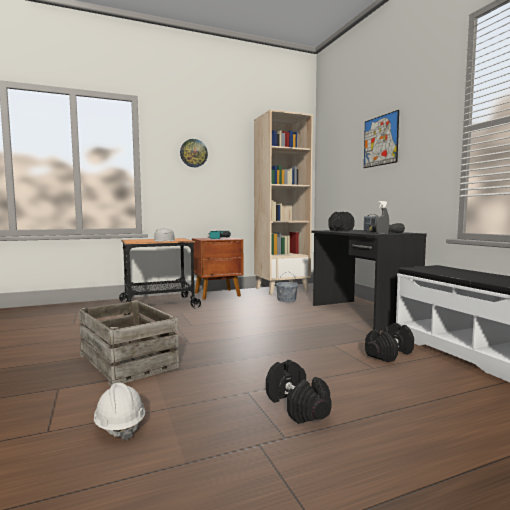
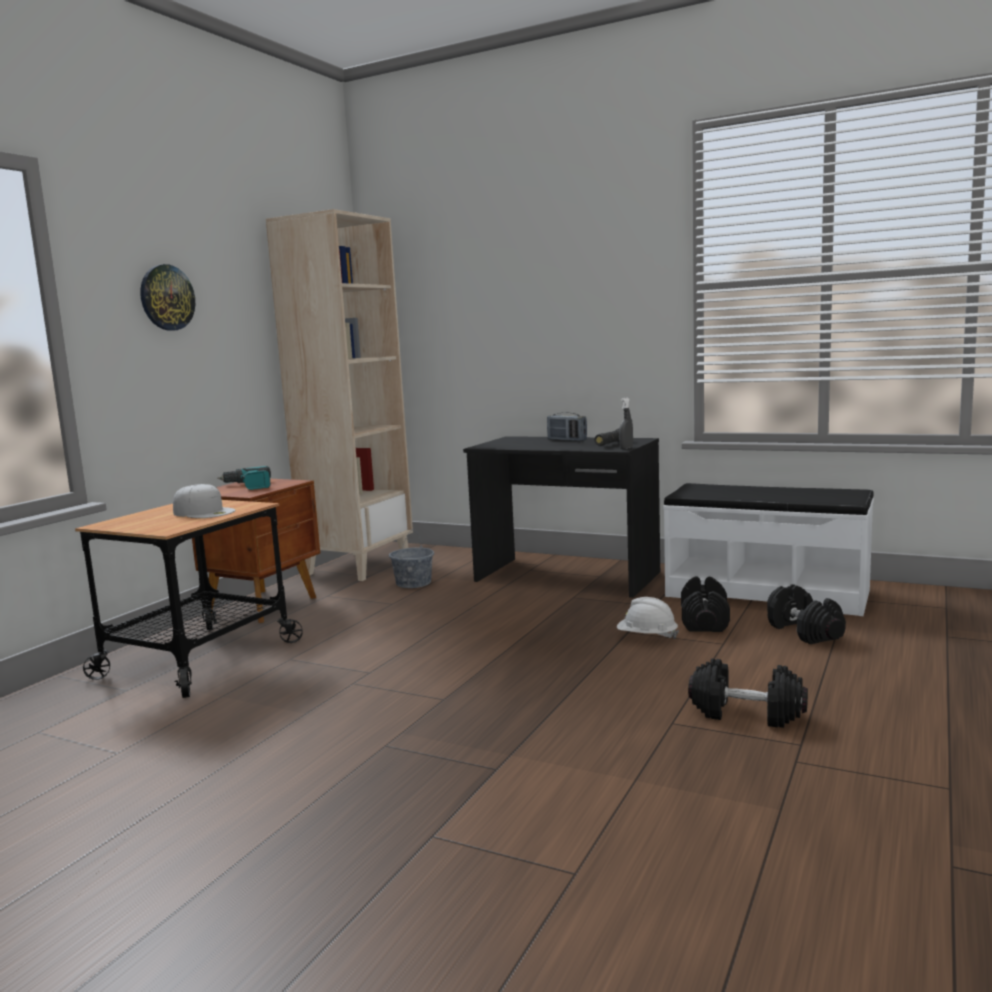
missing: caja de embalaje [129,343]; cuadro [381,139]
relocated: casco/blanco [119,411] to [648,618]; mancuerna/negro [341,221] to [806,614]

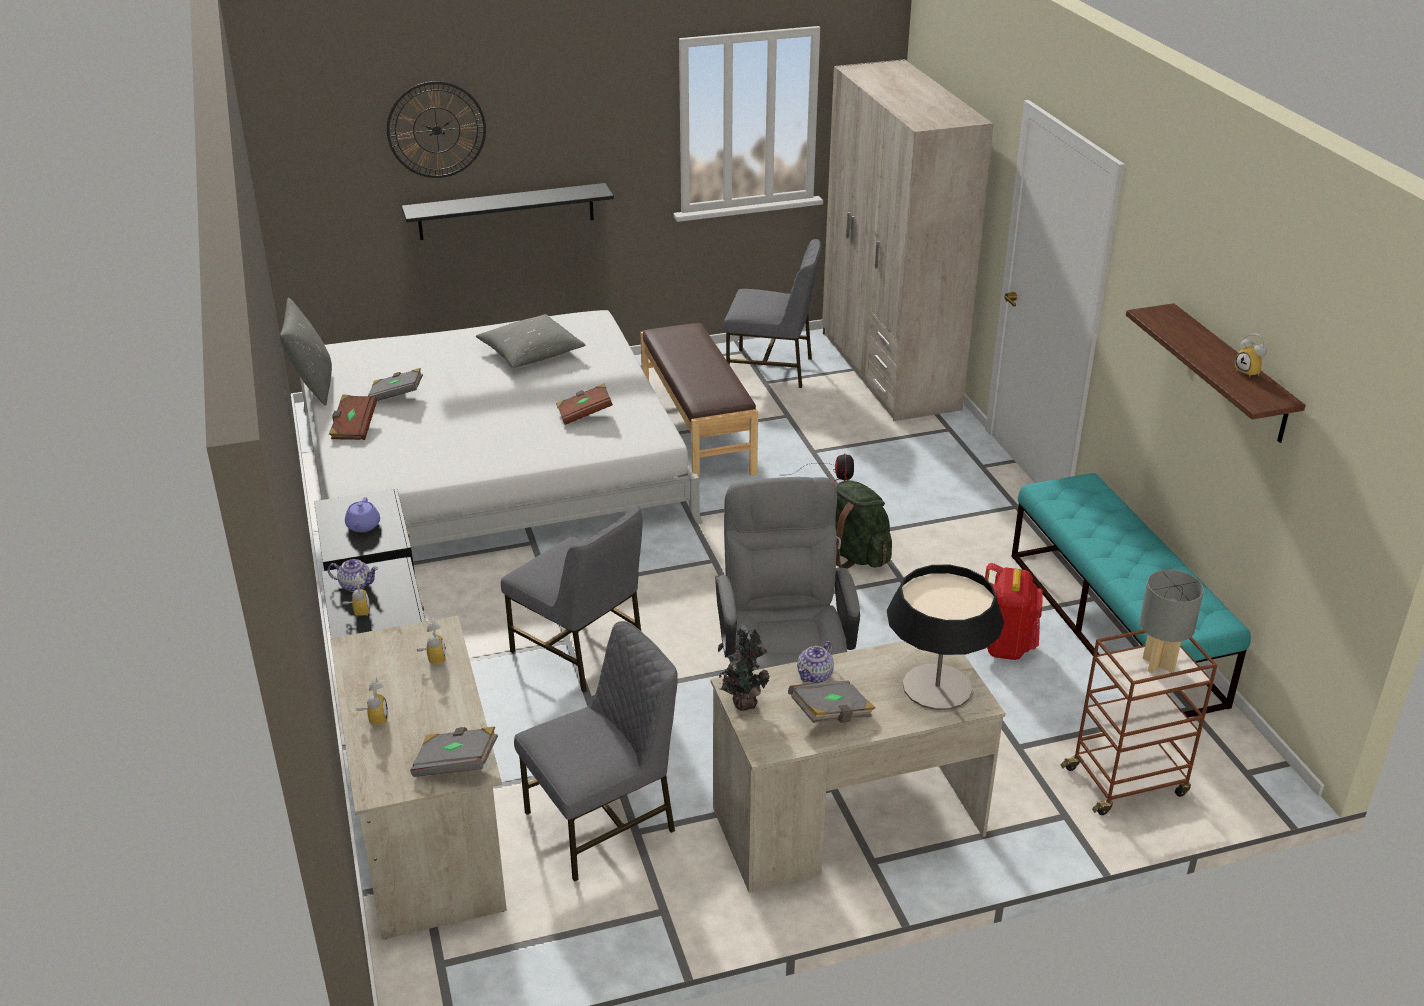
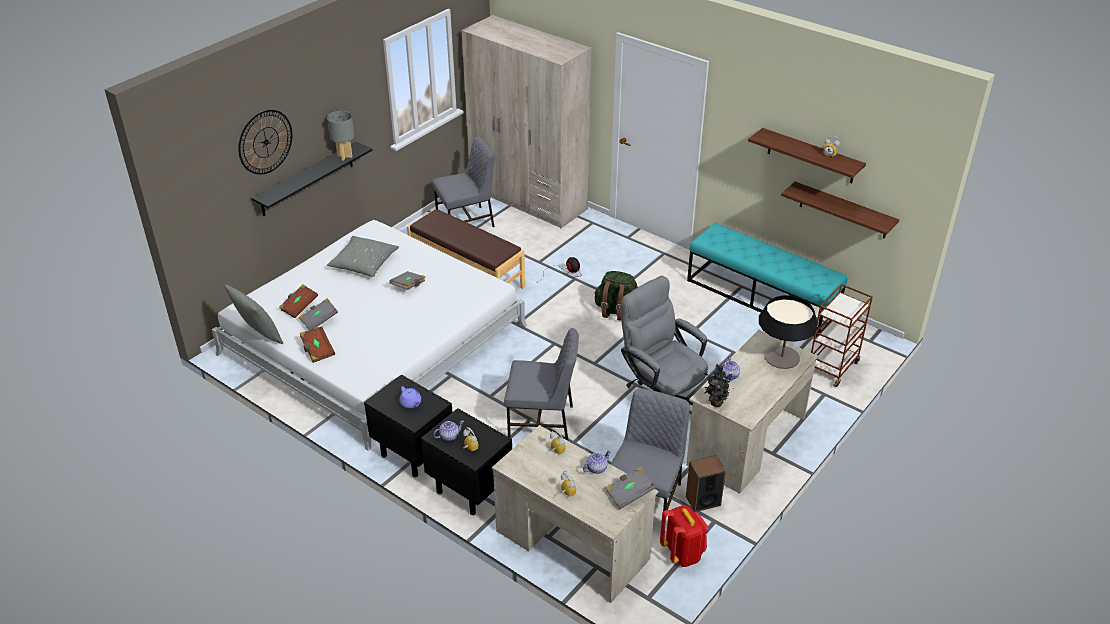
appeared: tetera [597,462]; altavoz [706,483]; estante [840,210]
relocated: libro/marrón [584,404] to [298,301]; libro/gris [832,702] to [407,280]; mochila/rojo [1014,611] to [684,536]; lámpara de mesa/gris [1171,621] to [340,135]

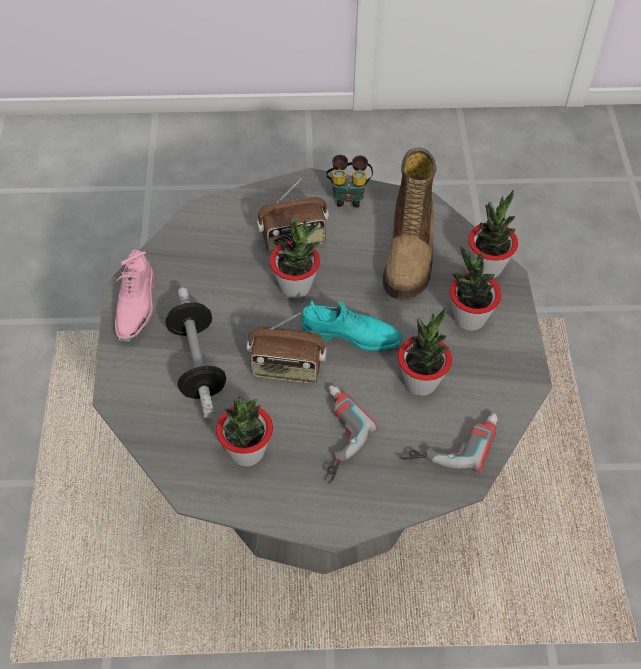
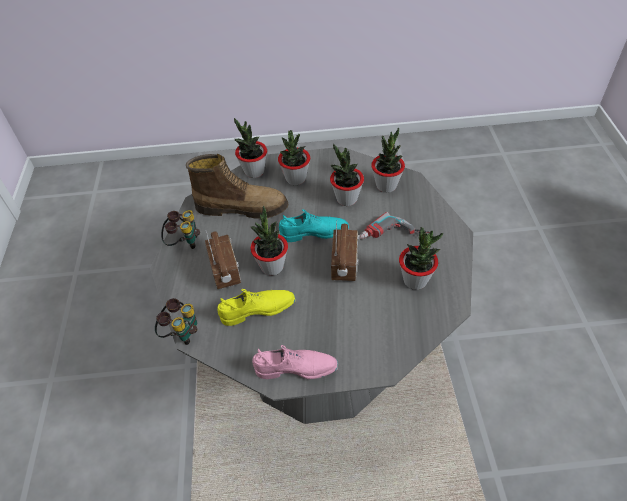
missing: mancuerna [196,352]
appeared: prismáticos [176,321]; zapato/amarillo [256,307]
exchanged: taladro [448,442] to planta en maceta [388,160]
spun: zapato/turquesa [352,325] = [314,225] 75 degrees clockwise

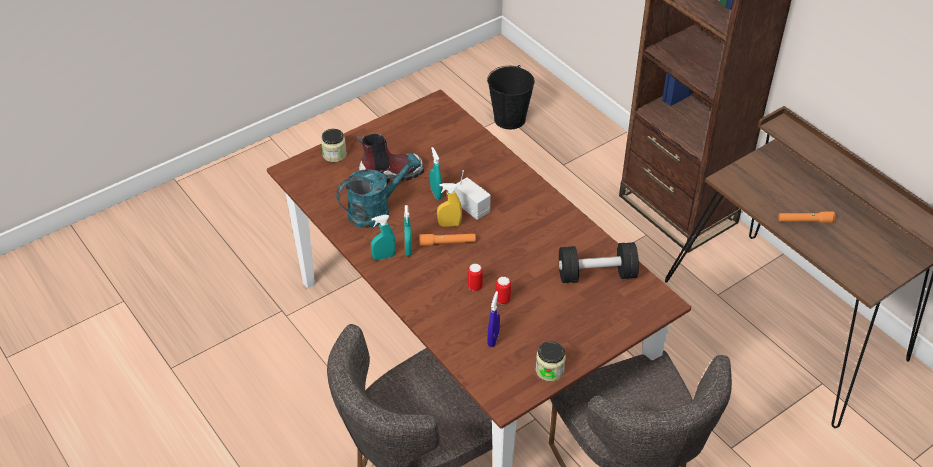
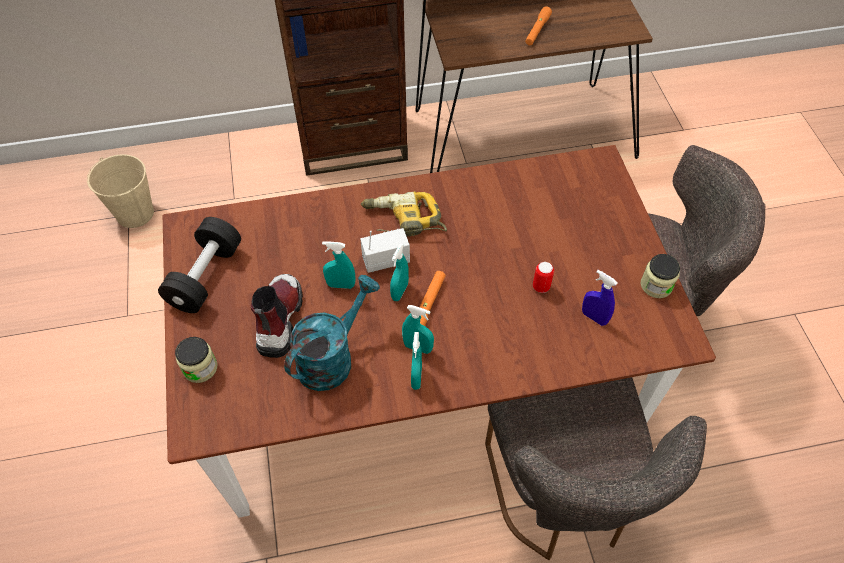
missing: lata [475,277]
appeared: taladro [404,214]
relocated: mancuerna/negro [599,262] to [199,265]
colour: pulverizador/amarillo [449,205] to pulverizador/turquesa [399,272]; cubo/negro [511,97] to cubo/beis [120,191]
spun: regadera/turquesa [378,190] = [332,333] 45 degrees clockwise

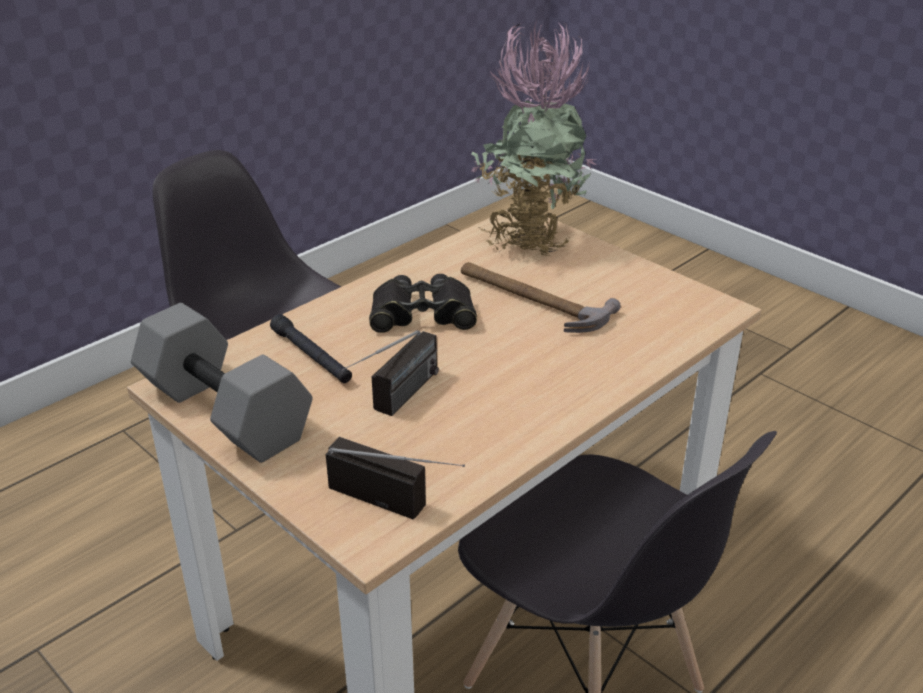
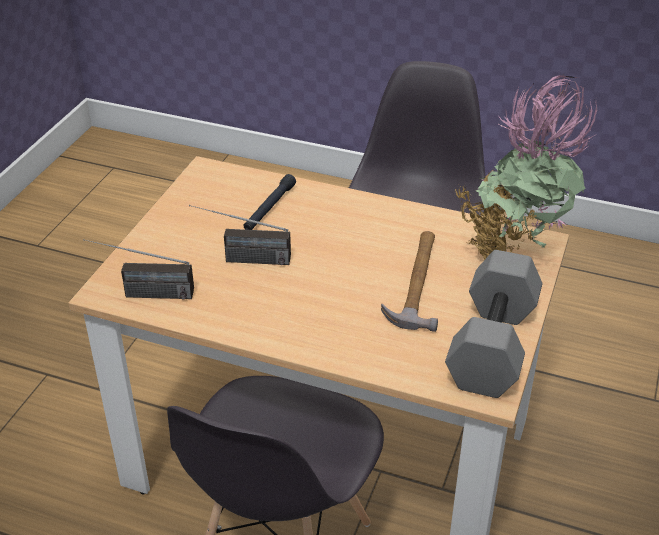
missing: prismáticos/negro [423,303]
relocated: mancuerna/gris [222,383] to [493,324]
spun: radio [395,478] = [138,269] 90 degrees clockwise

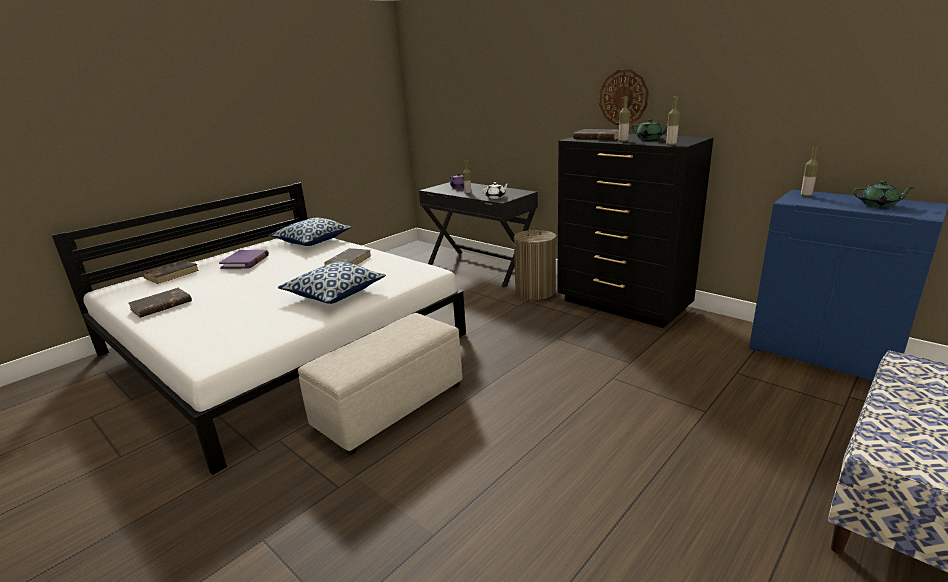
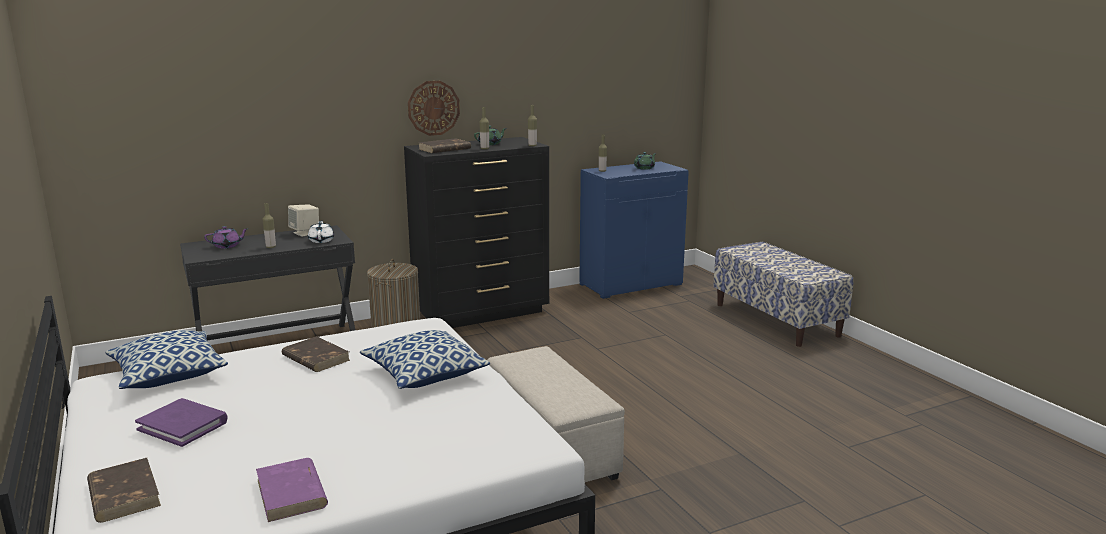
appeared: altavoz/beis [303,220]
colour: libro/marrón [160,303] to libro/morado [292,490]

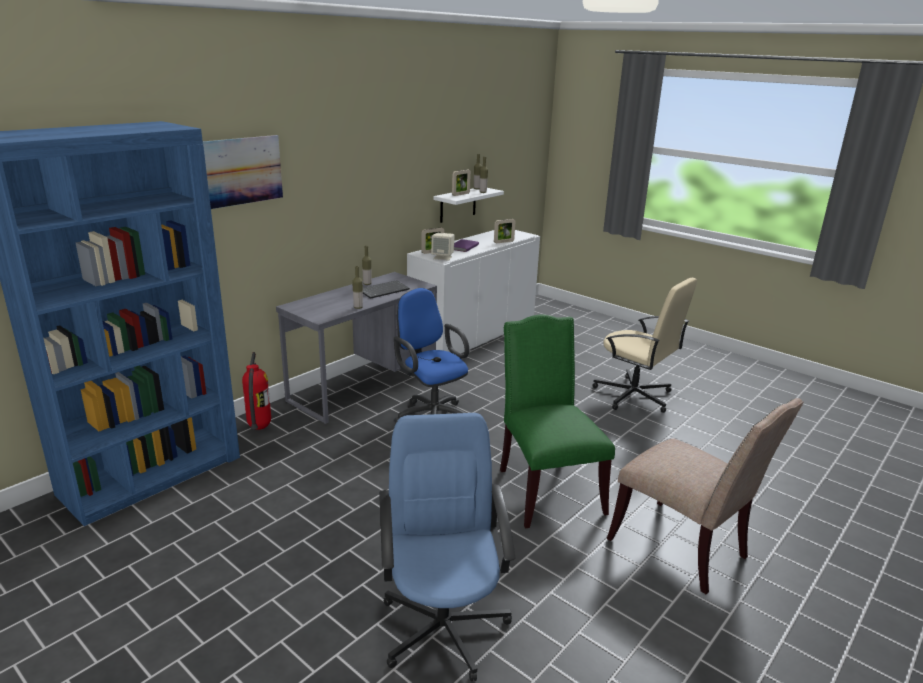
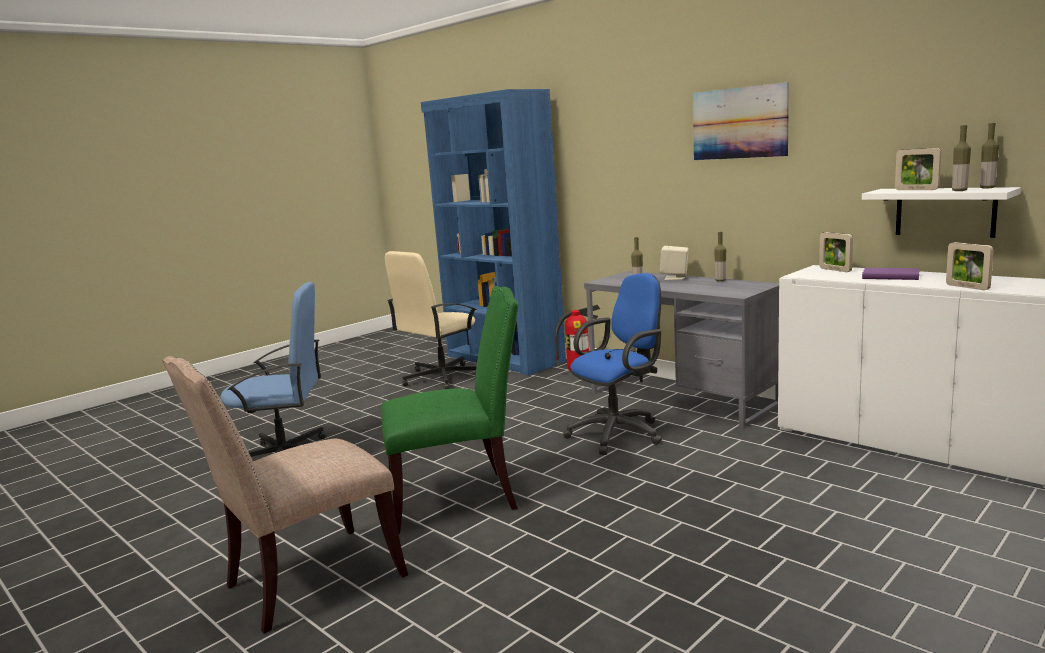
missing: teclado [386,289]
relocated: cuadro [243,172] to [741,121]; altavoz/beis [443,247] to [674,263]; silla de oficina/beis [644,345] to [431,320]

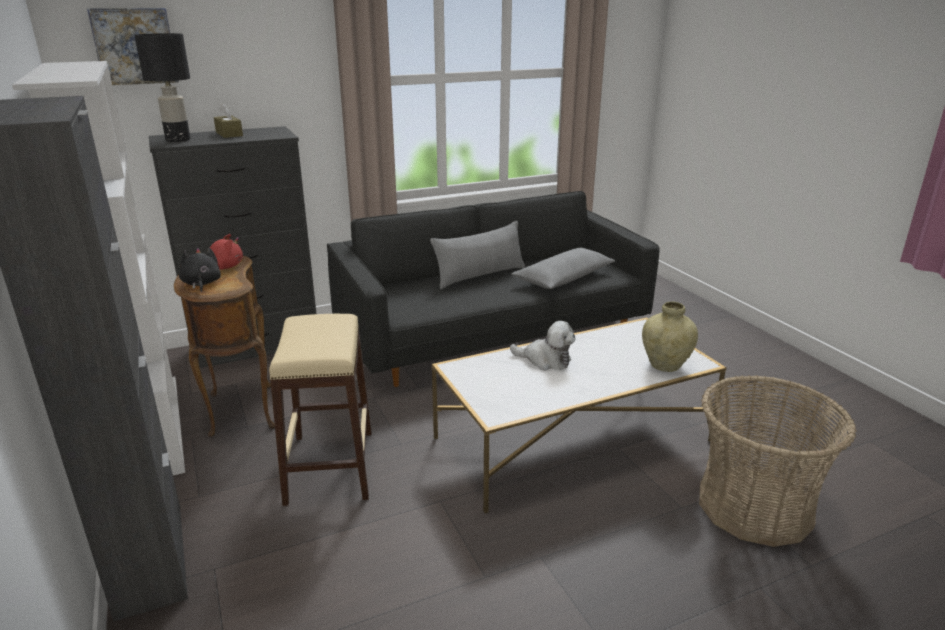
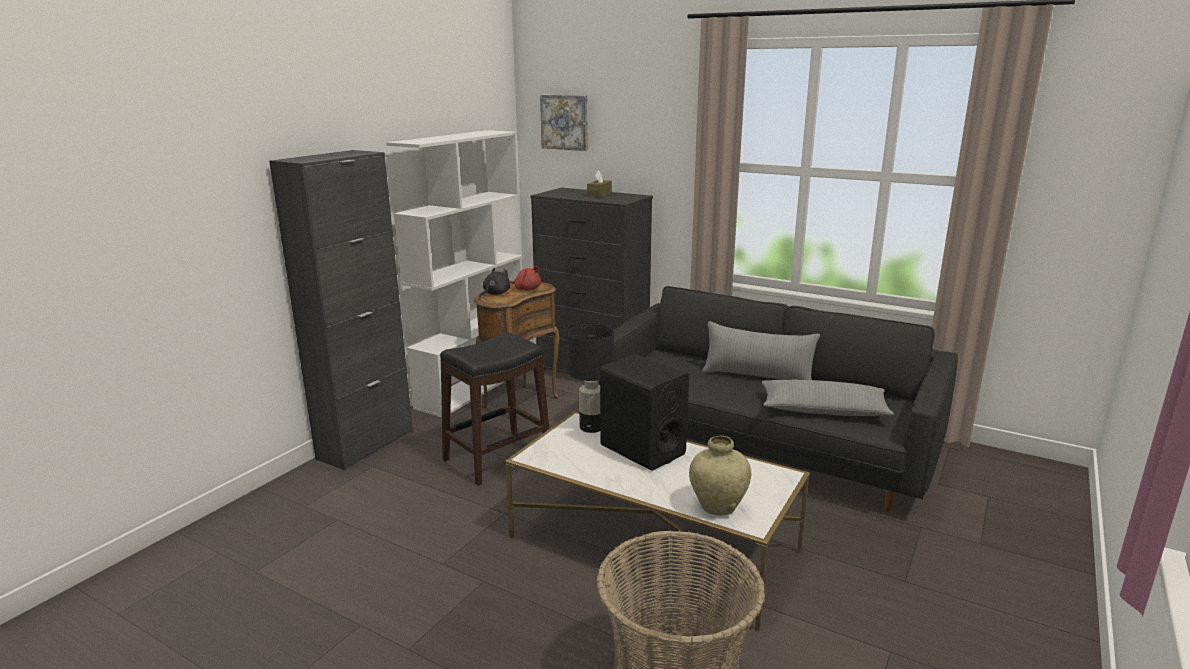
relocated: lámpara de mesa/negro [162,87] to [591,378]
exchanged: peluche [542,345] to altavoz/negro [644,412]
colour: taburete/beis [320,410] to taburete/negro [494,409]

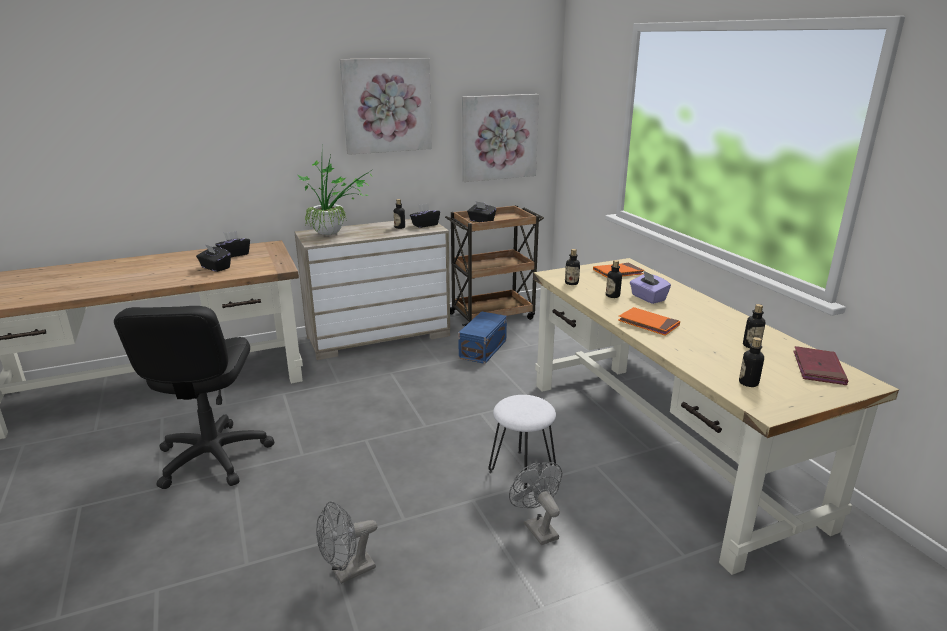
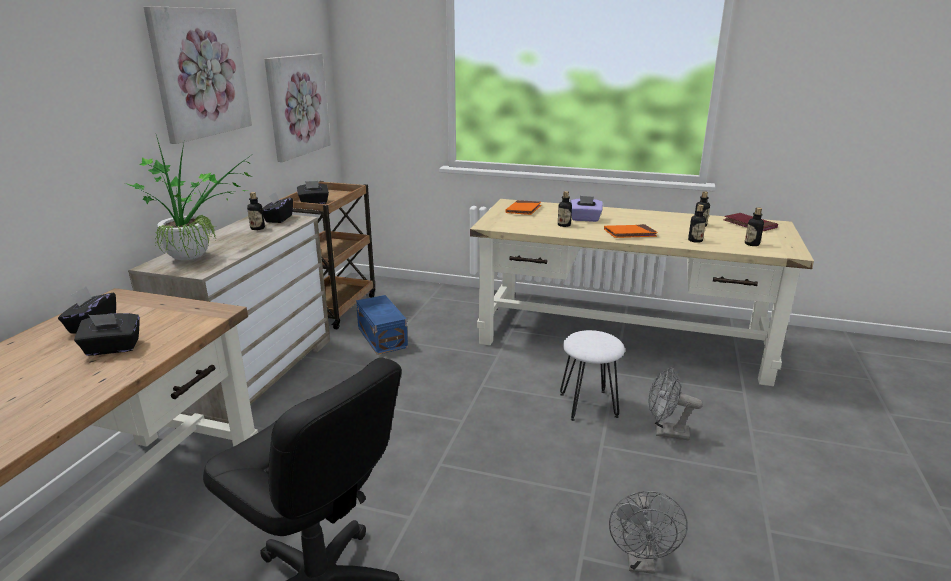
relocated: botella [572,267] to [697,223]

